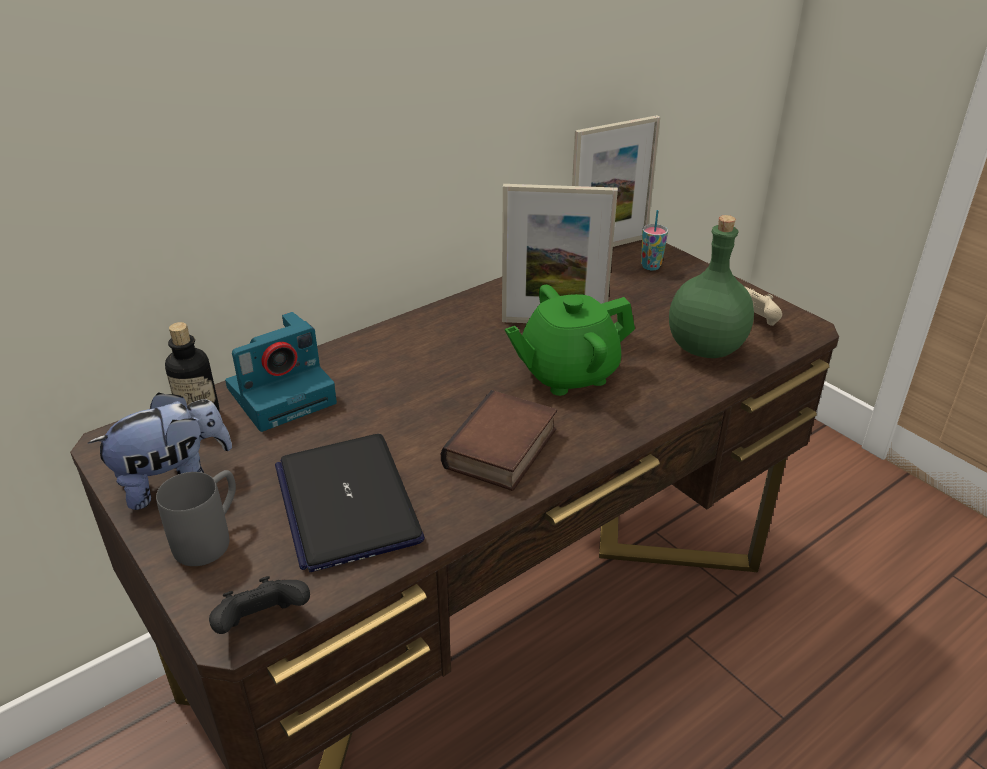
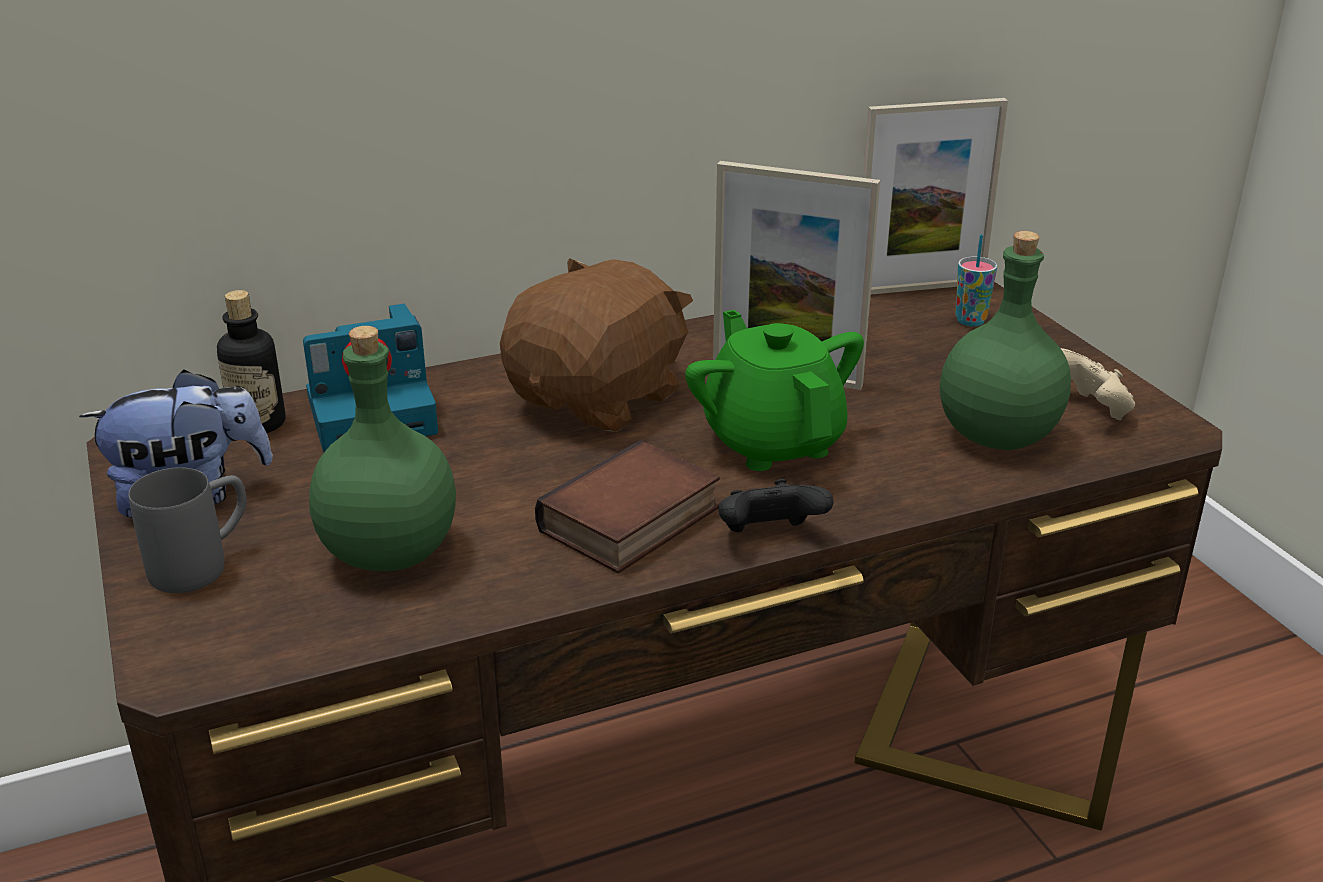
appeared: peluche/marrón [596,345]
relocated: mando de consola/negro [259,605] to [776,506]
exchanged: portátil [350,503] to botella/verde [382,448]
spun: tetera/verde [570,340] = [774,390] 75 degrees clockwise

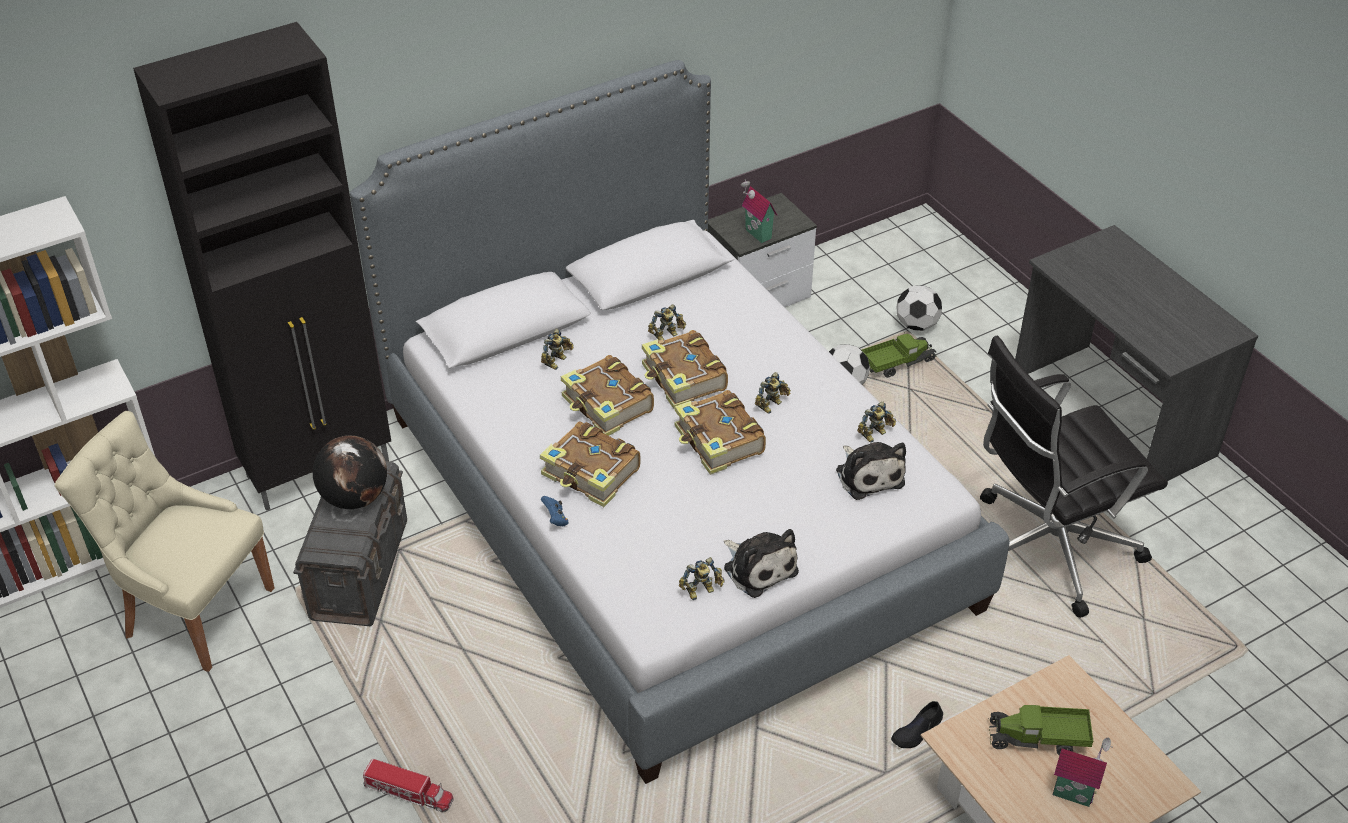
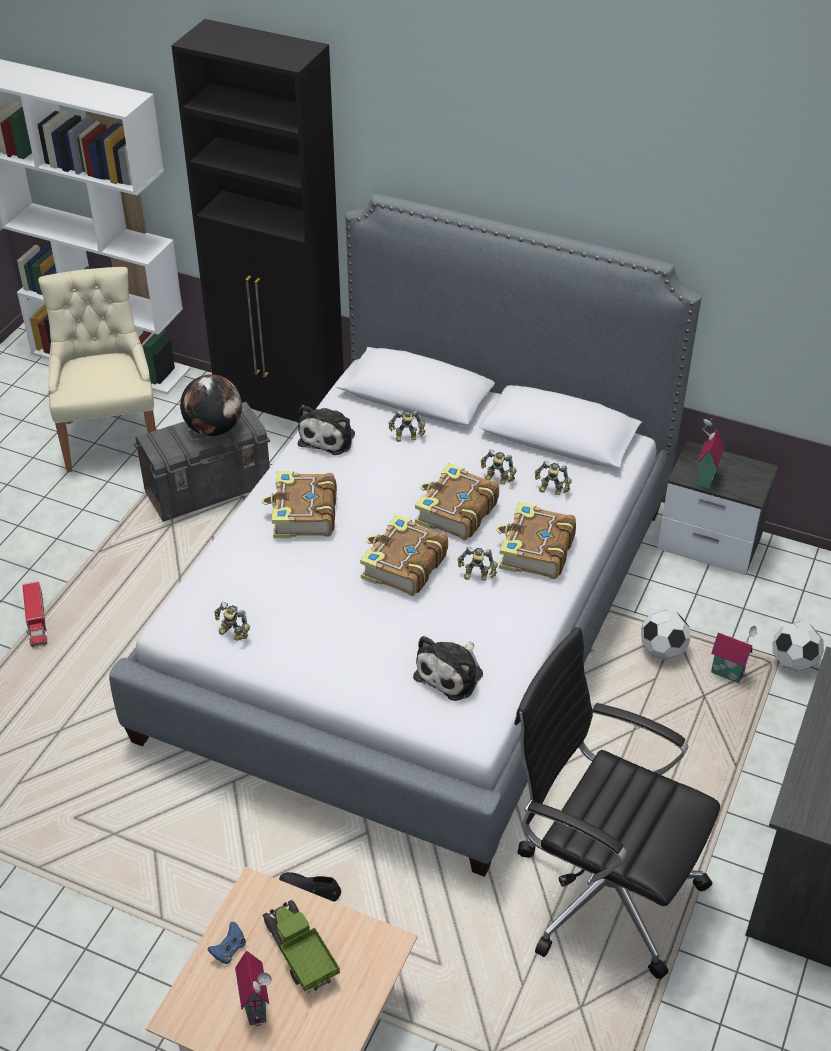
relocated: mando de consola/azul [554,511] to [227,943]; libro [607,395] to [536,540]; peluche [761,563] to [326,430]; robot de juguete [876,422] to [553,478]
exchanged: camión de juguete [899,355] to casita [734,654]

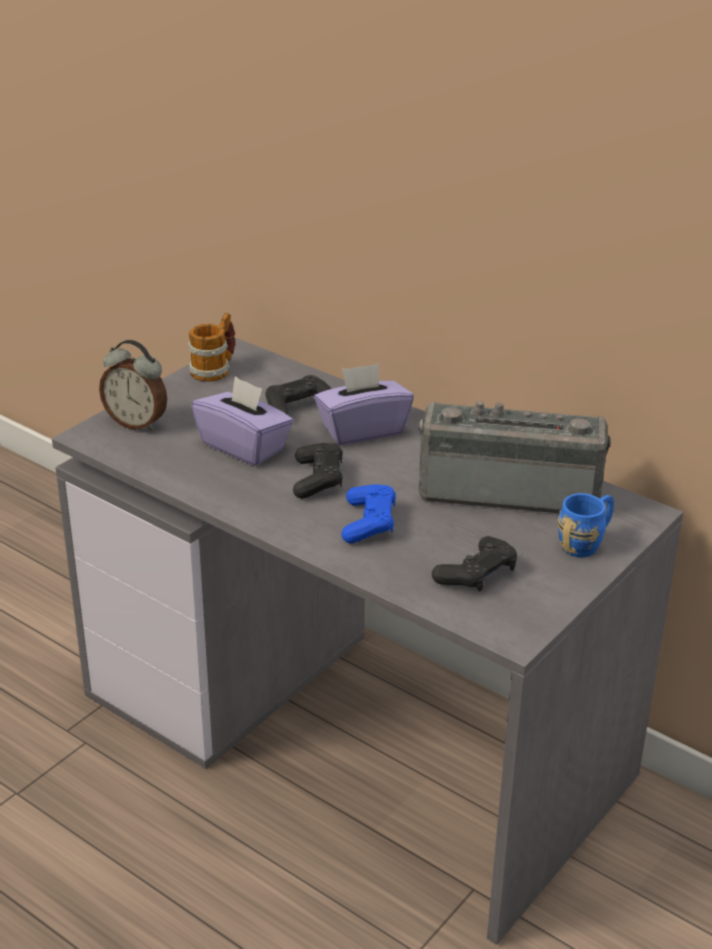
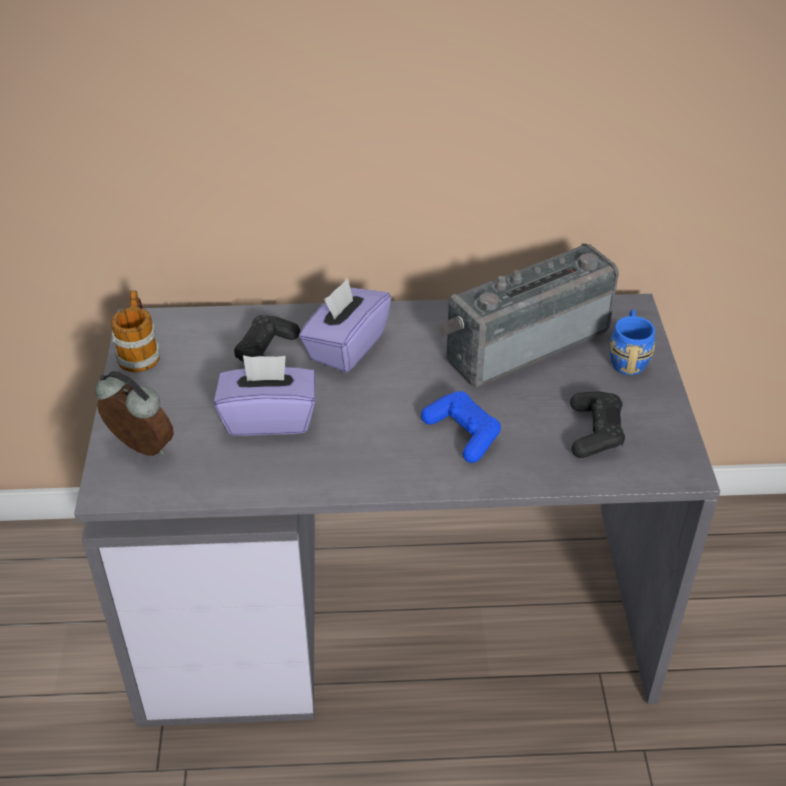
missing: mando de consola/negro [318,471]
spun: despertador [133,385] = [134,413] 135 degrees counterclockwise

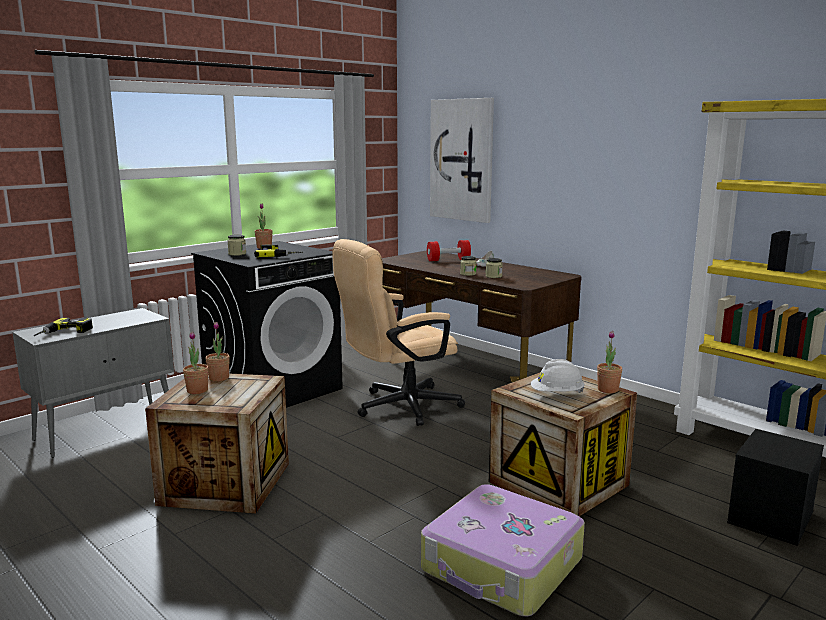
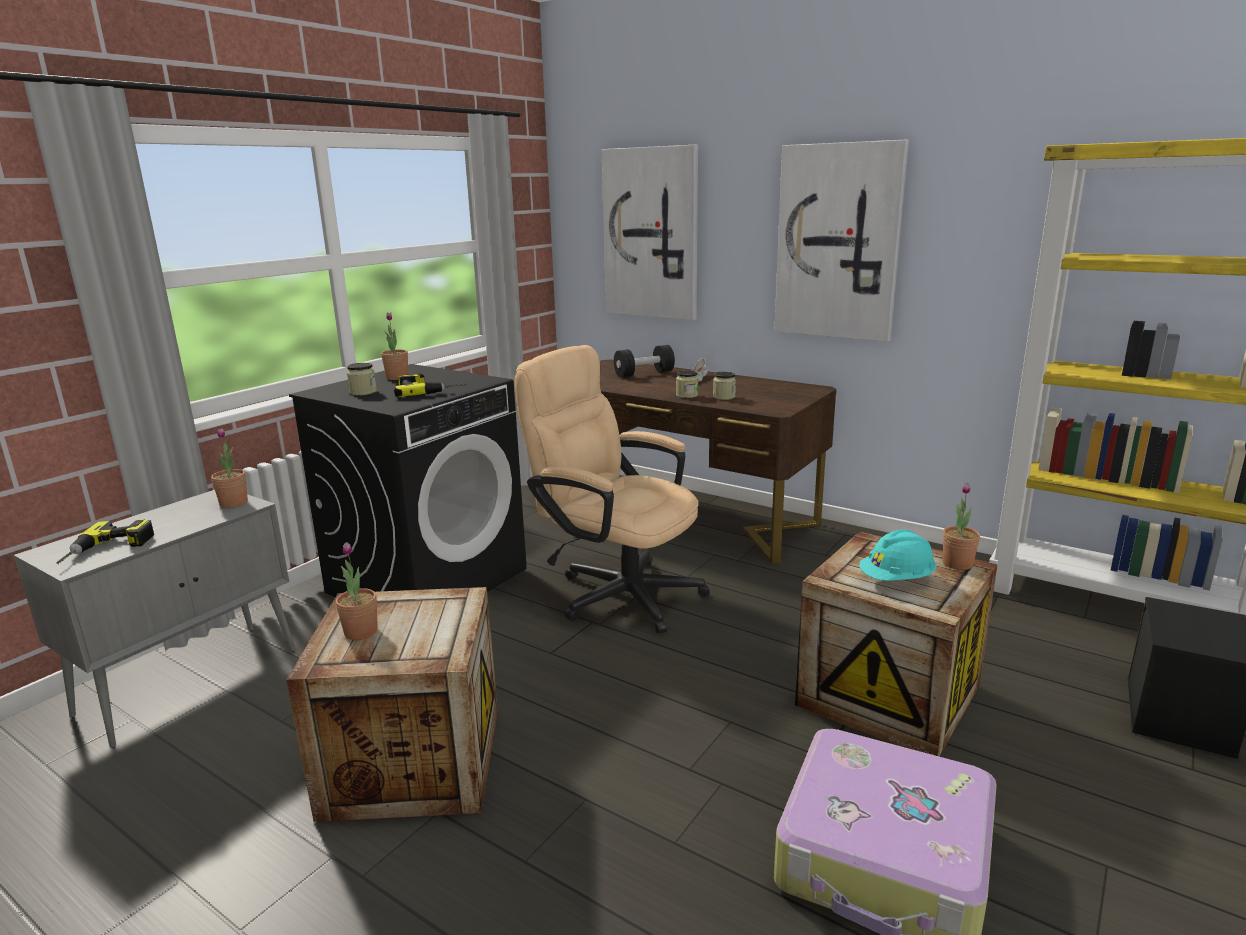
appeared: cuadro [842,241]
relocated: planta en maceta [218,351] to [229,468]
colour: mancuerna/rojo [449,250] to mancuerna/negro [644,361]; casco/blanco [558,376] to casco/turquesa [897,555]
spun: silla de oficina/beis [398,332] = [612,489] 75 degrees clockwise

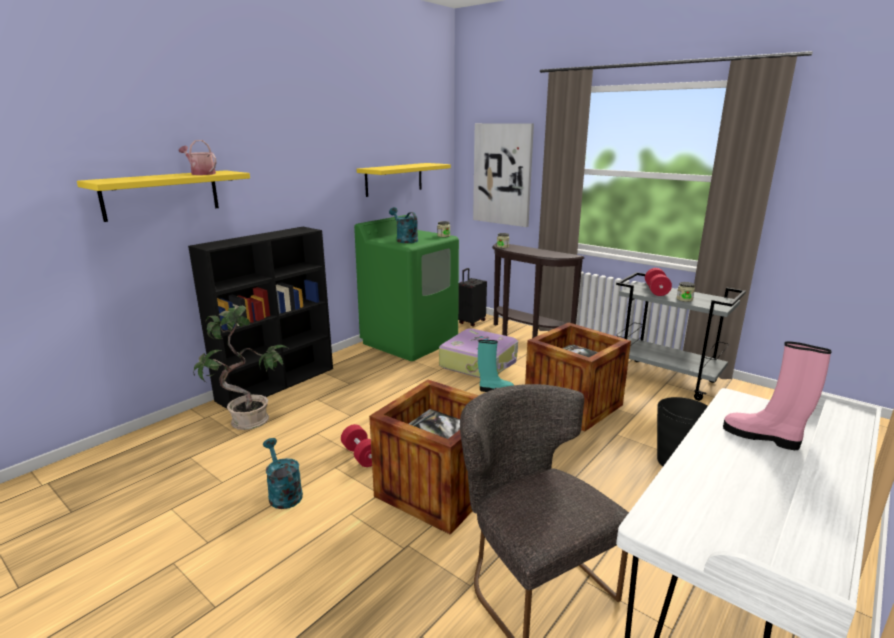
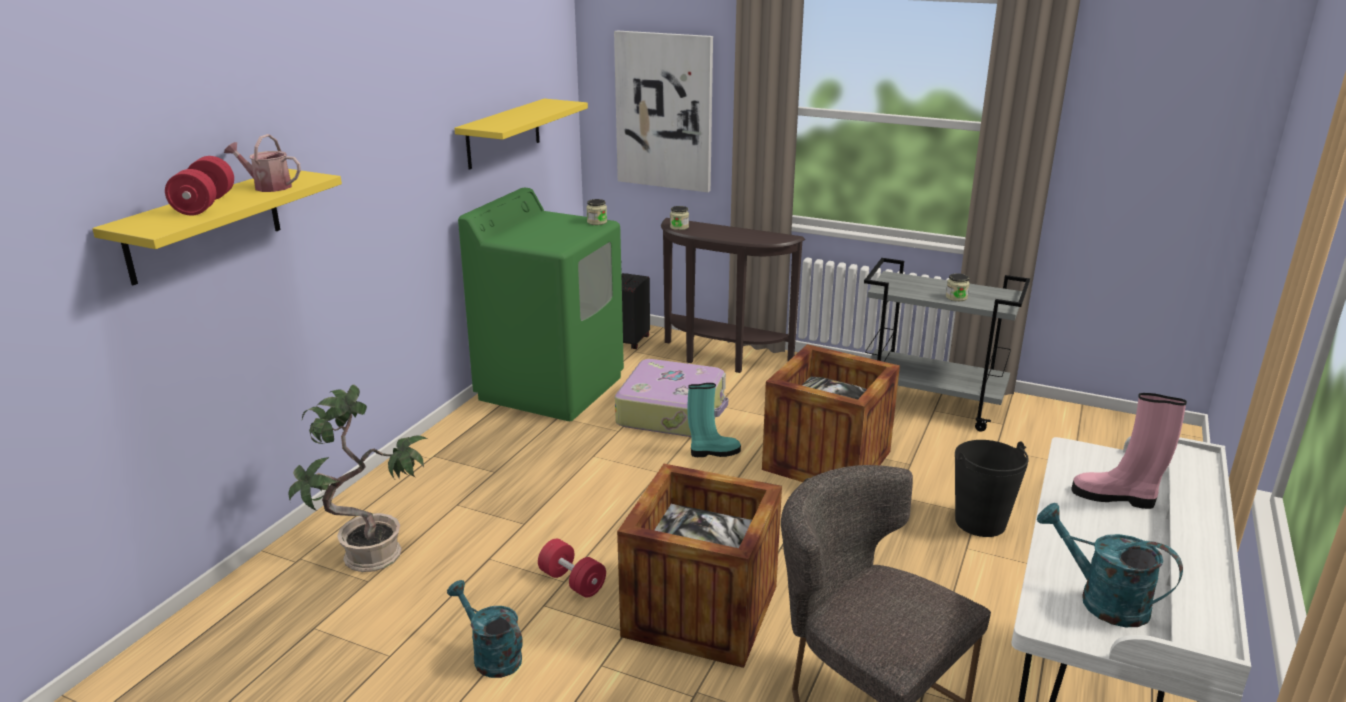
missing: estantería/negro [260,318]
relocated: regadera/turquesa [403,225] to [1110,565]; mancuerna/rojo [658,282] to [199,185]

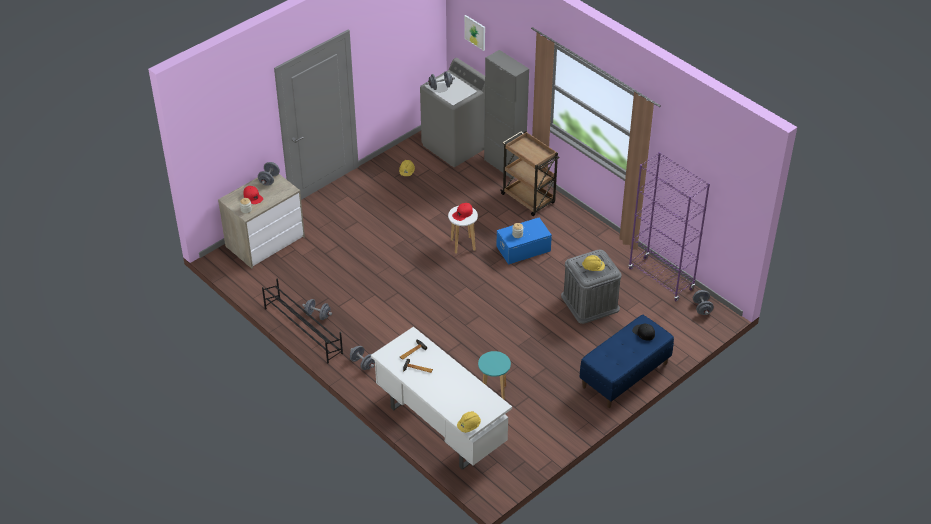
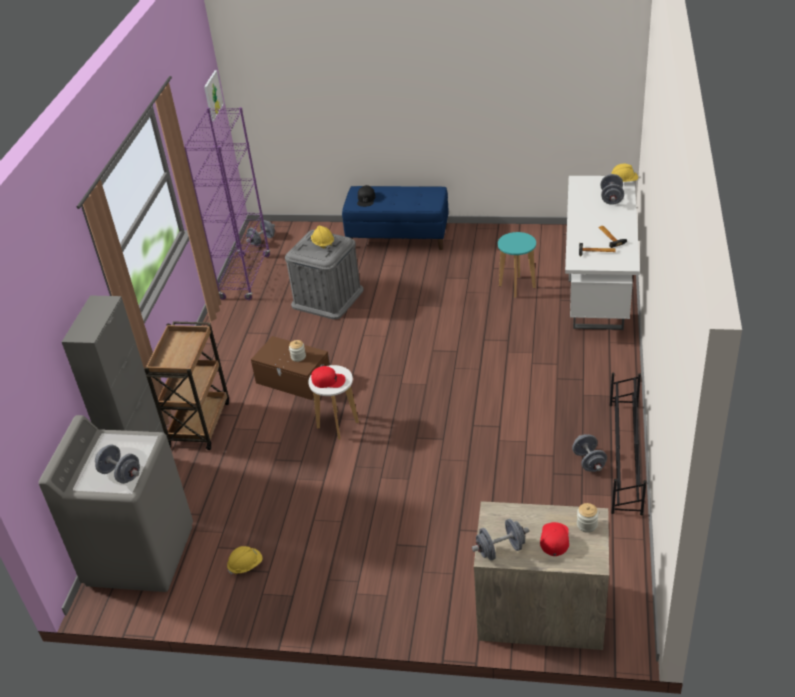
relocated: mancuerna/gris [362,358] to [612,189]; cuadro [474,33] to [214,95]
colour: caja de almacenaje/azul [524,241] to caja de almacenaje/marrón [290,368]

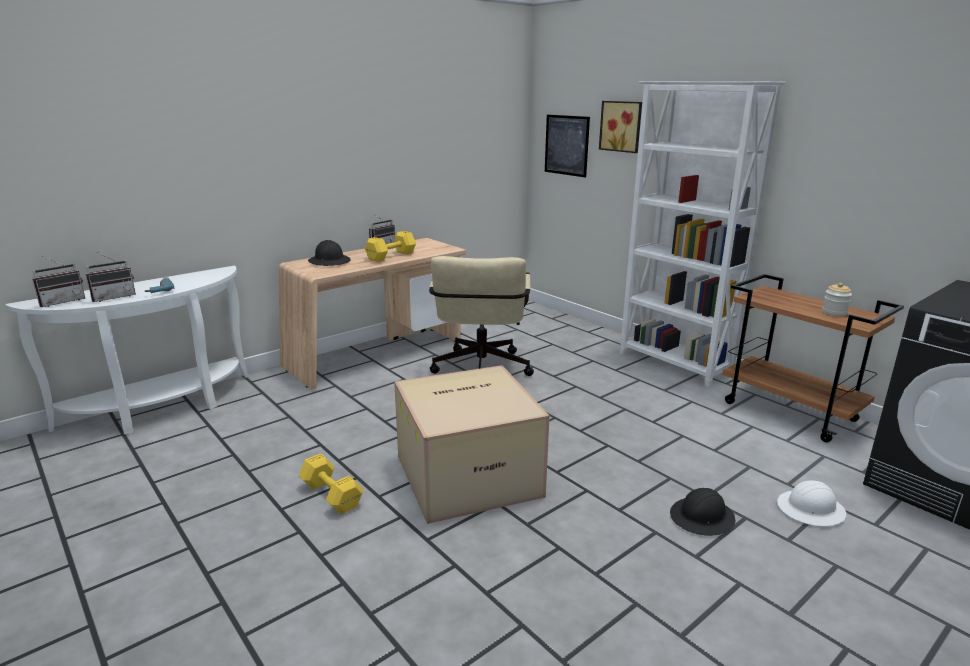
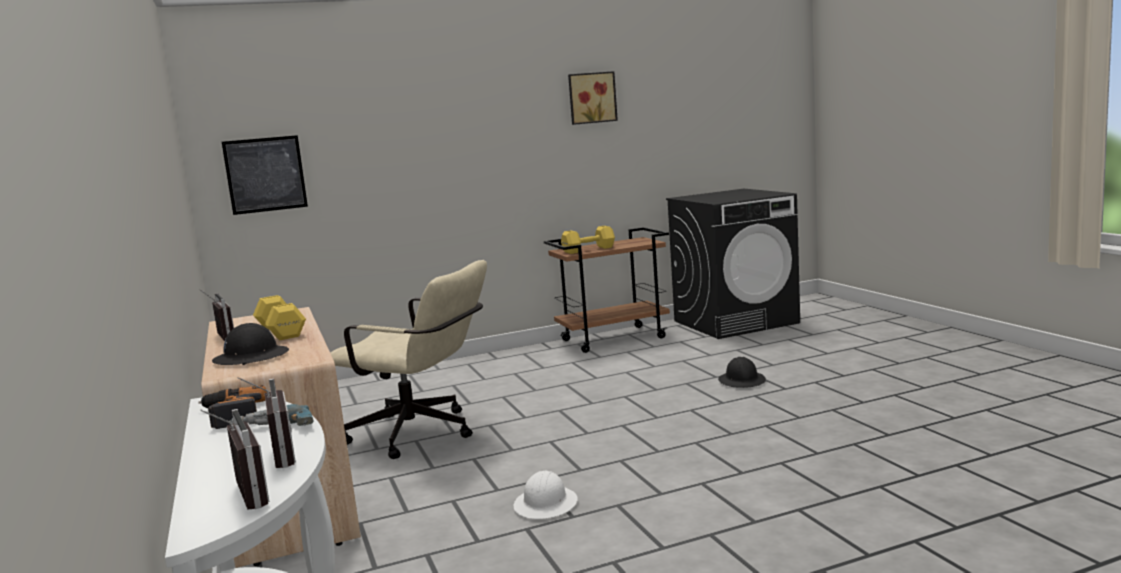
missing: caja de cartón [472,444]; estantería/blanco [703,234]; tarro [837,299]
appeared: taladro [232,407]
relocated: mancuerna/amarillo [331,483] to [588,240]; cuadro [620,127] to [593,98]; casco/blanco [811,503] to [546,495]

